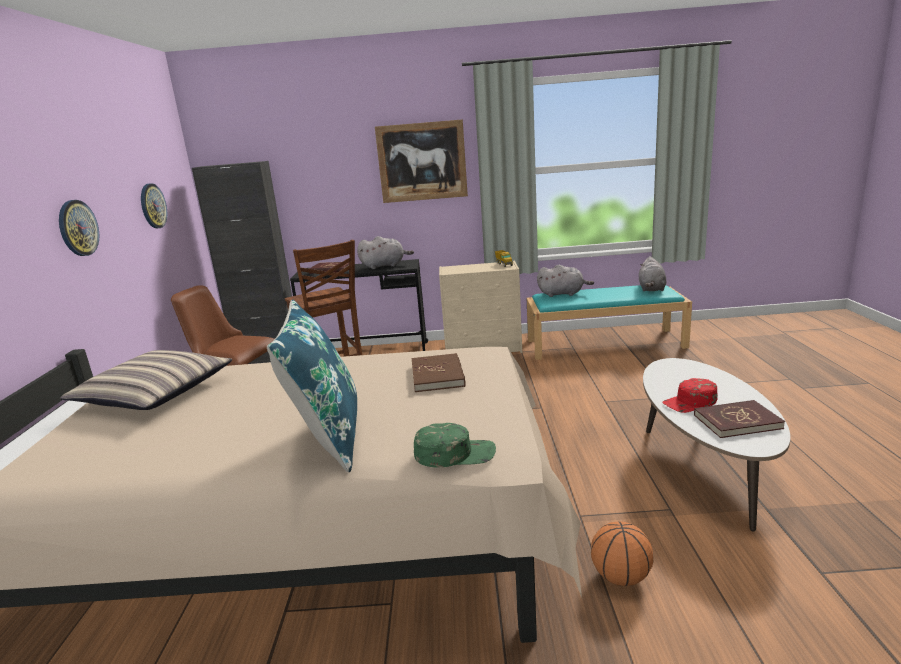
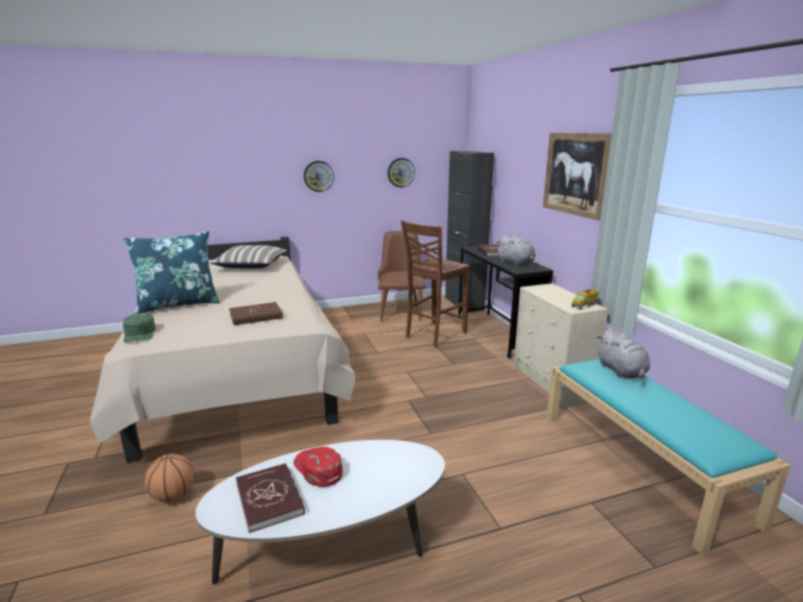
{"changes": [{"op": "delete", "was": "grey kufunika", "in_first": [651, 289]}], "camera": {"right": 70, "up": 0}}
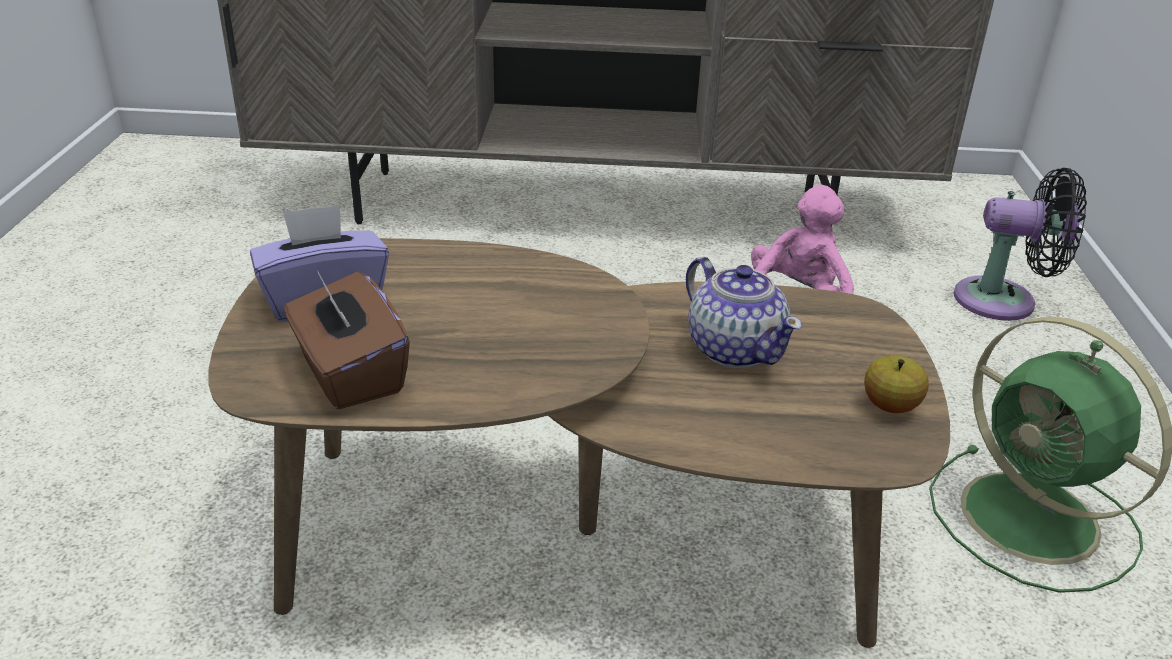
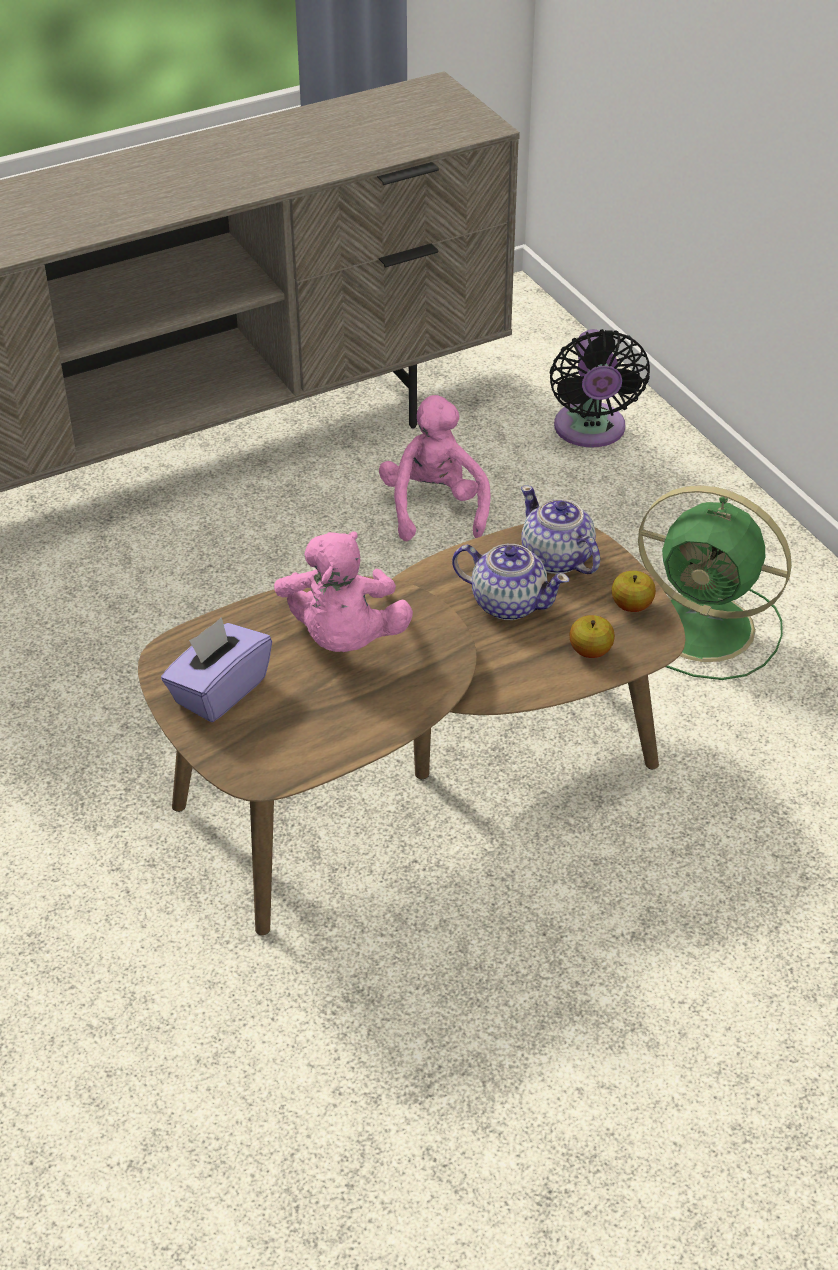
{"changes": [{"op": "delete", "was": "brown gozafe", "in_first": [349, 374]}, {"op": "rotate", "was": "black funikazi", "in_first": [1003, 301], "in_second": [590, 431], "clockwise": 105}, {"op": "insert", "now": "pink kufunika", "in_second": [343, 638]}, {"op": "insert", "now": "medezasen", "in_second": [556, 559]}, {"op": "insert", "now": "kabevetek", "in_second": [590, 651]}], "camera": {"right": -30, "up": 10}}
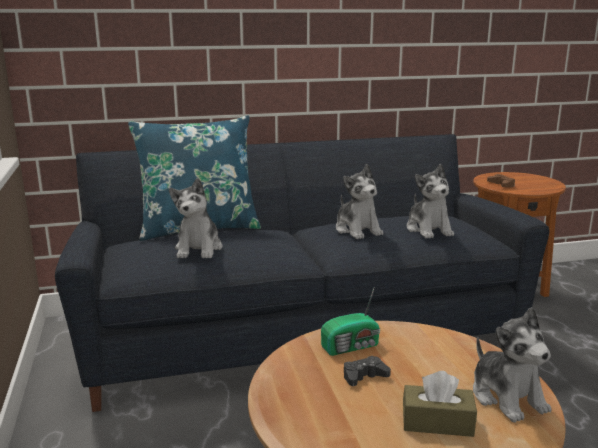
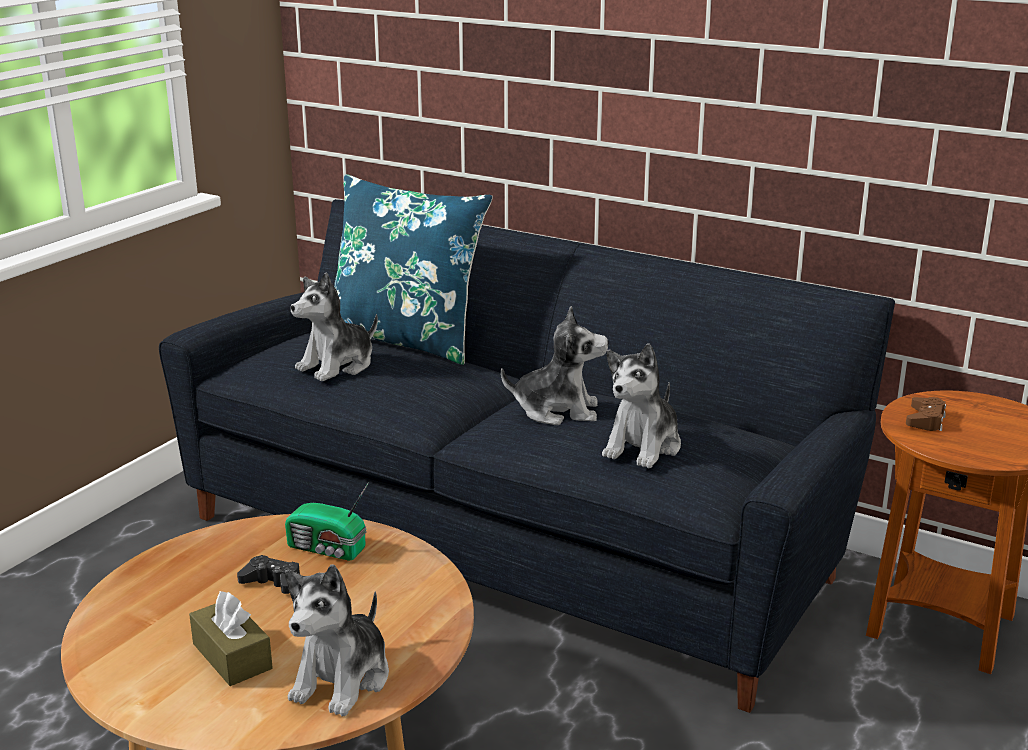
{"changes": [{"op": "rotate", "was": "kufunika", "in_first": [357, 230], "in_second": [557, 411], "clockwise": -105}], "camera": {"right": 45, "up": 5}}
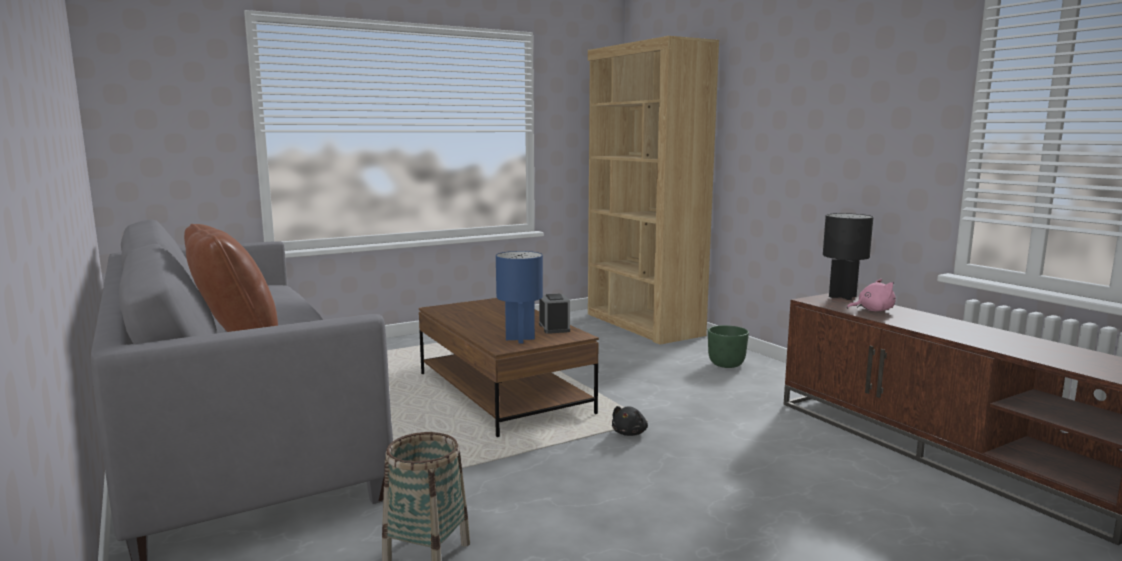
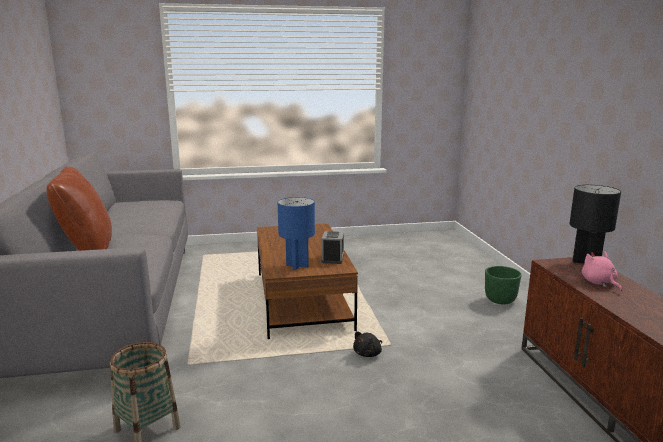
{"changes": [{"op": "delete", "was": "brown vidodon", "in_first": [643, 324]}, {"op": "rotate", "was": "pink kufunika", "in_first": [872, 310], "in_second": [599, 283], "clockwise": -120}], "camera": {"right": 20, "up": 5}}
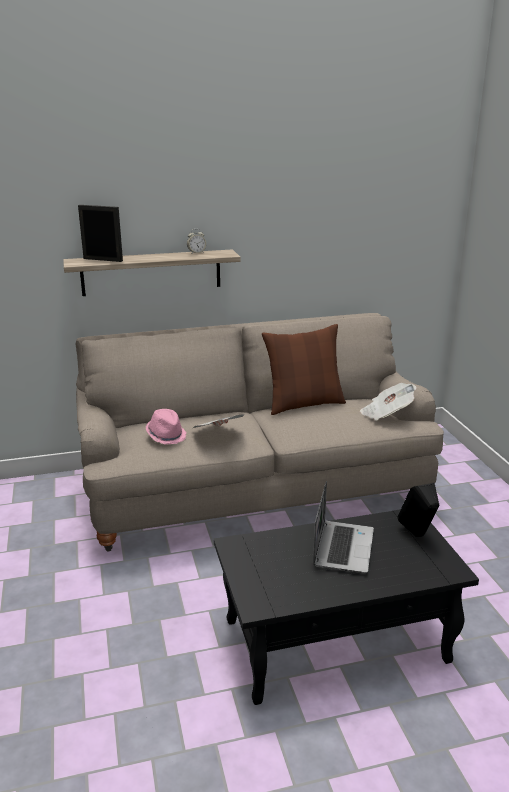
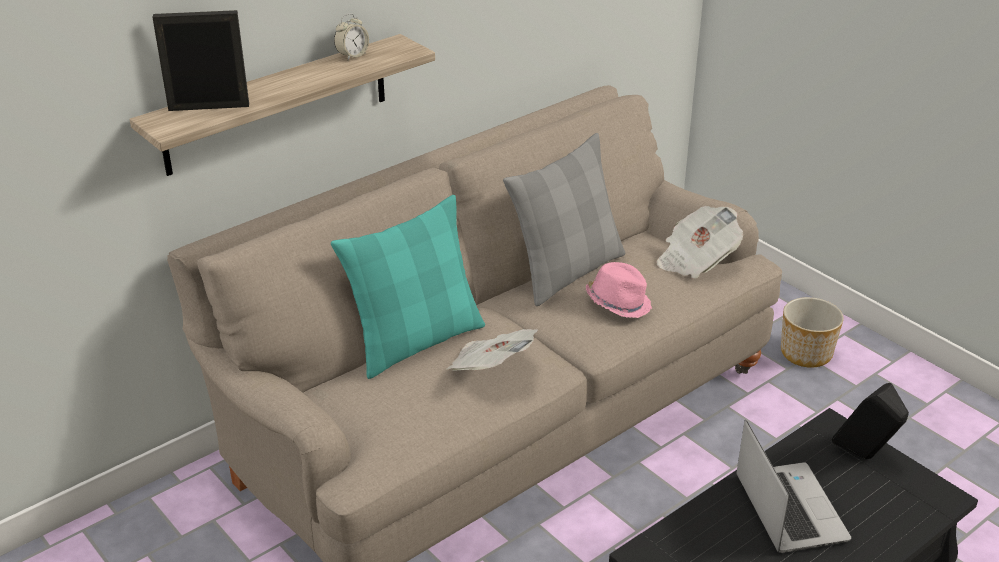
{"changes": [{"op": "move", "was": "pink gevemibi", "in_first": [166, 435], "in_second": [618, 302]}, {"op": "recolor", "was": "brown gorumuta", "now": "grey gorumuta", "in_first": [304, 404], "in_second": [567, 272]}, {"op": "insert", "now": "turquoise gorumuta", "in_second": [416, 341]}, {"op": "insert", "now": "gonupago", "in_second": [806, 353]}], "camera": {"right": -25, "up": 10}}
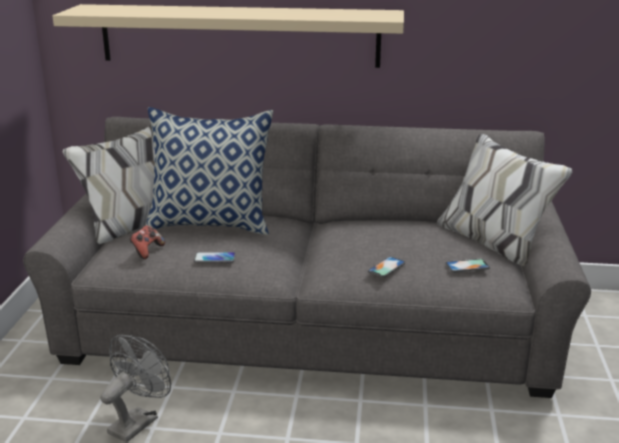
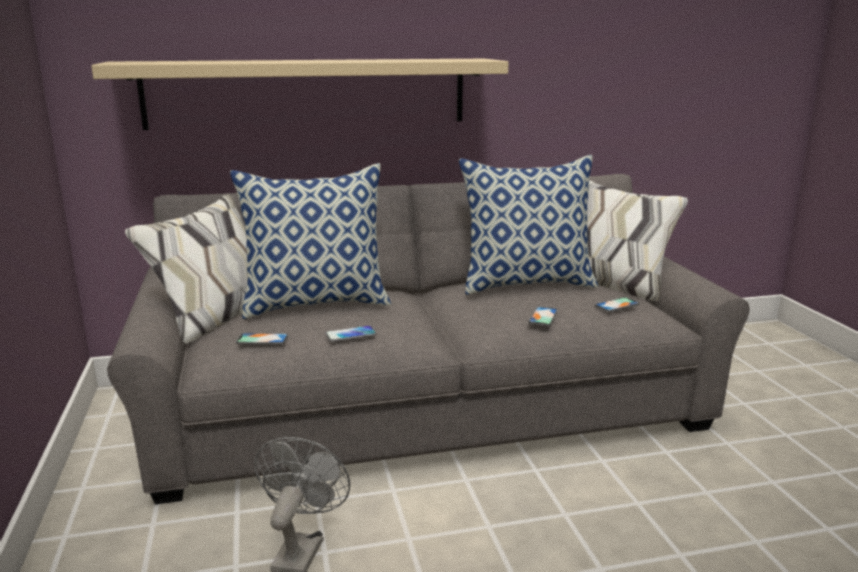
{"changes": [{"op": "replace", "was": "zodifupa", "now": "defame", "in_first": [147, 251], "in_second": [262, 339]}, {"op": "insert", "now": "gorumuta", "in_second": [527, 284]}], "camera": {"right": -20, "up": -5}}
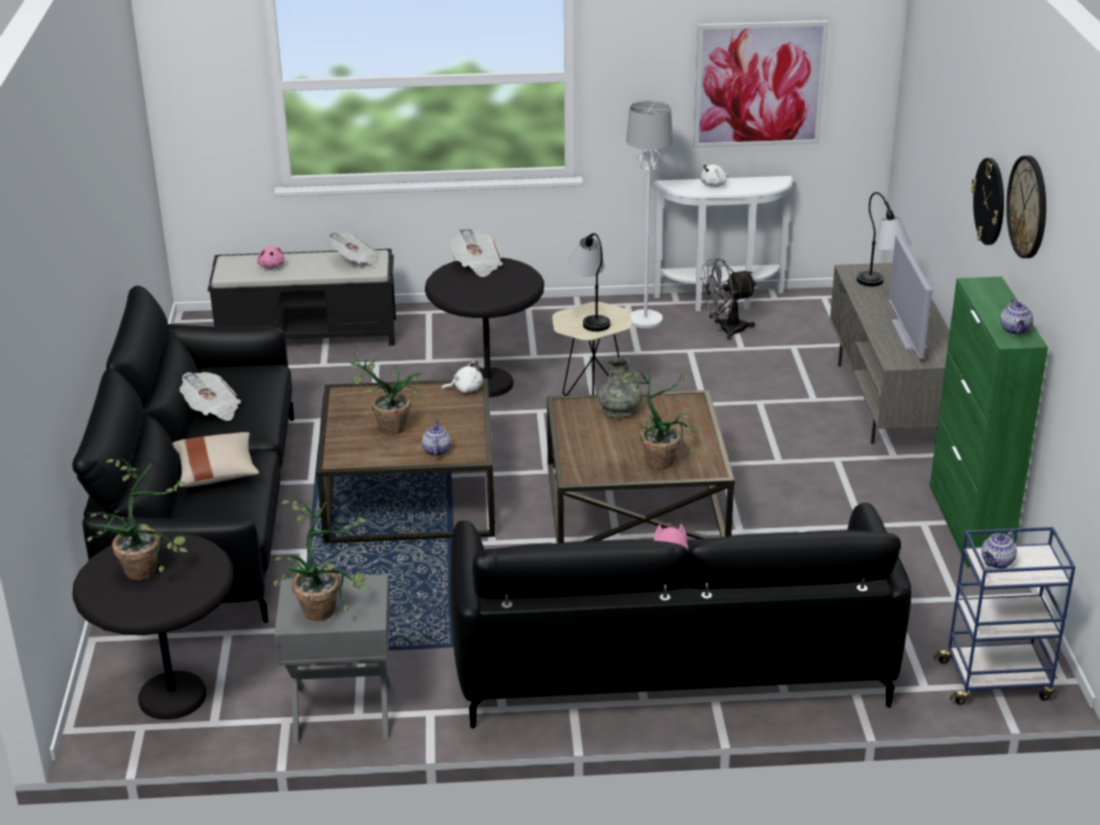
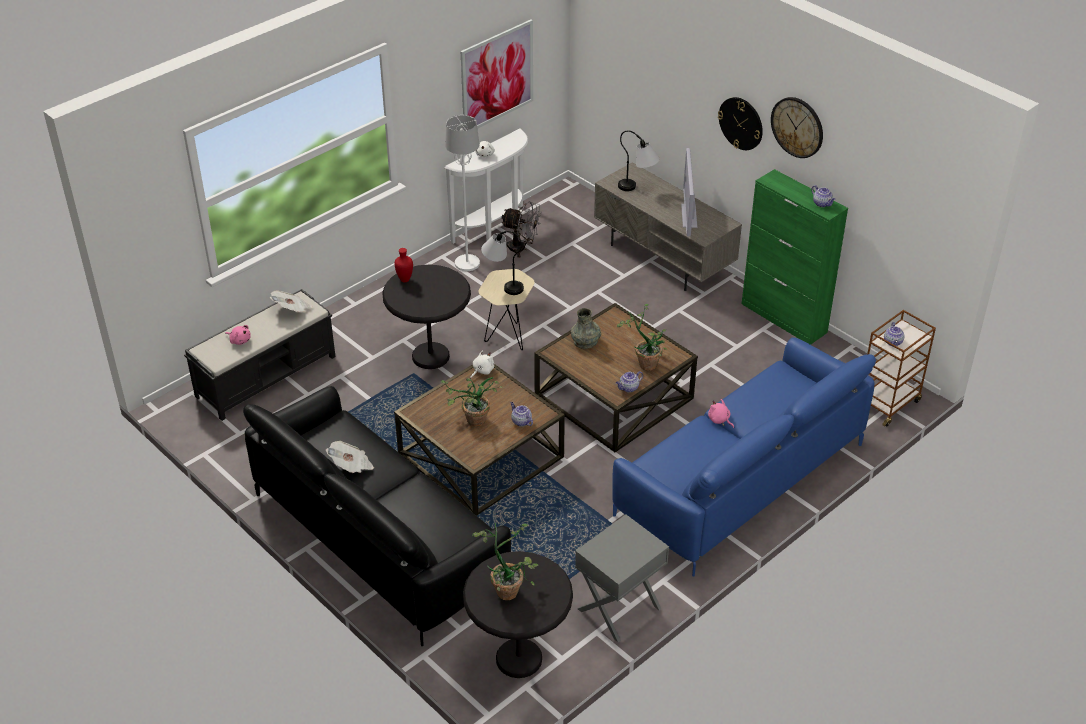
{"changes": [{"op": "delete", "was": "beige gorumuta", "in_first": [217, 472]}, {"op": "delete", "was": "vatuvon", "in_first": [325, 607]}, {"op": "replace", "was": "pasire", "now": "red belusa", "in_first": [477, 265], "in_second": [405, 280]}, {"op": "recolor", "was": "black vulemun", "now": "blue vulemun", "in_first": [670, 661], "in_second": [740, 480]}, {"op": "rotate", "was": "grey funikazi", "in_first": [725, 330], "in_second": [521, 249], "clockwise": -105}, {"op": "rotate", "was": "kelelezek", "in_first": [909, 334], "in_second": [689, 215], "clockwise": 45}, {"op": "recolor", "was": "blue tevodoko", "now": "brown tevodoko", "in_first": [996, 680], "in_second": [887, 403]}, {"op": "insert", "now": "medezasen", "in_second": [628, 388]}], "camera": {"right": -40, "up": 10}}
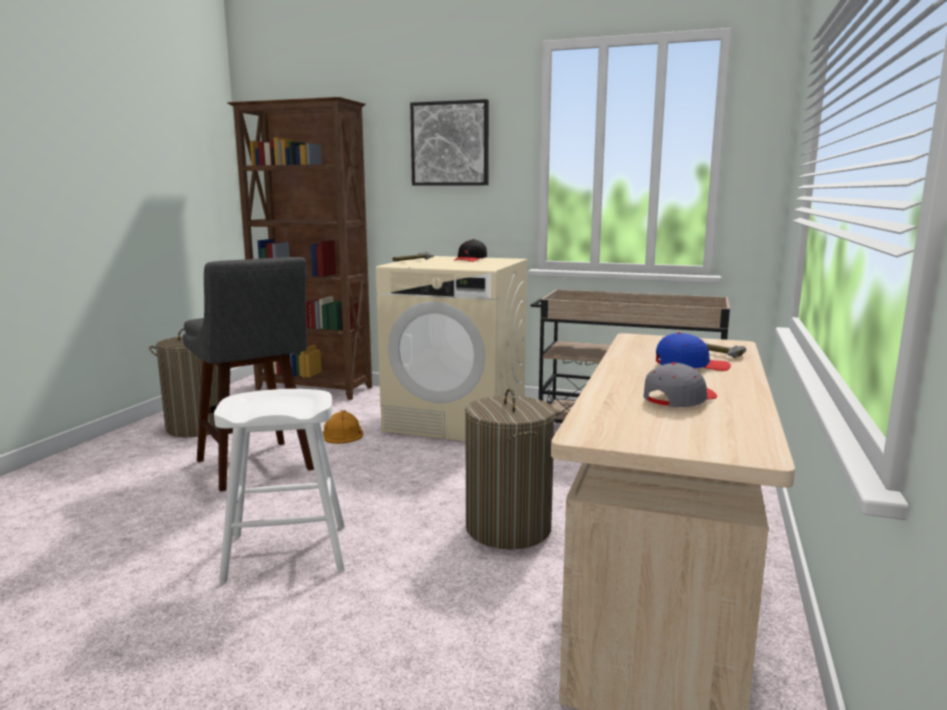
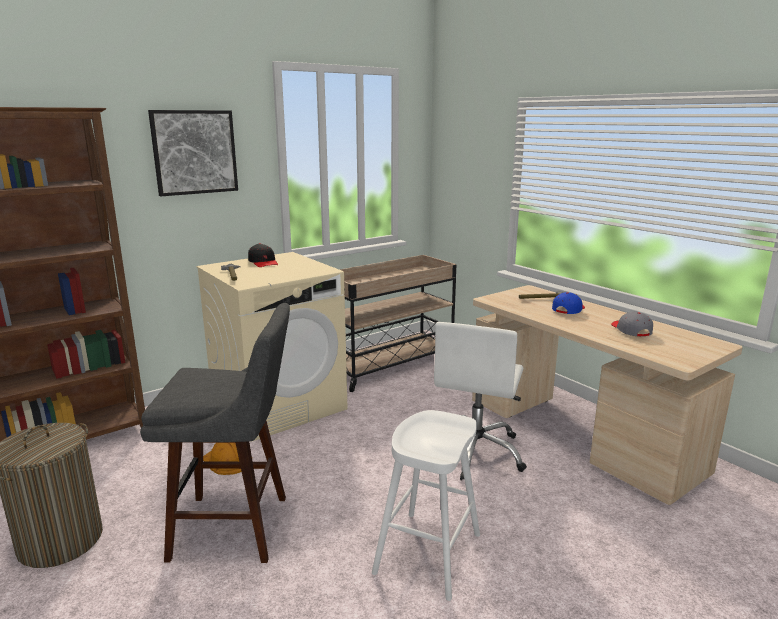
{"changes": [{"op": "replace", "was": "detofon", "now": "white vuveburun", "in_first": [508, 528], "in_second": [476, 452]}], "camera": {"right": -55, "up": 5}}
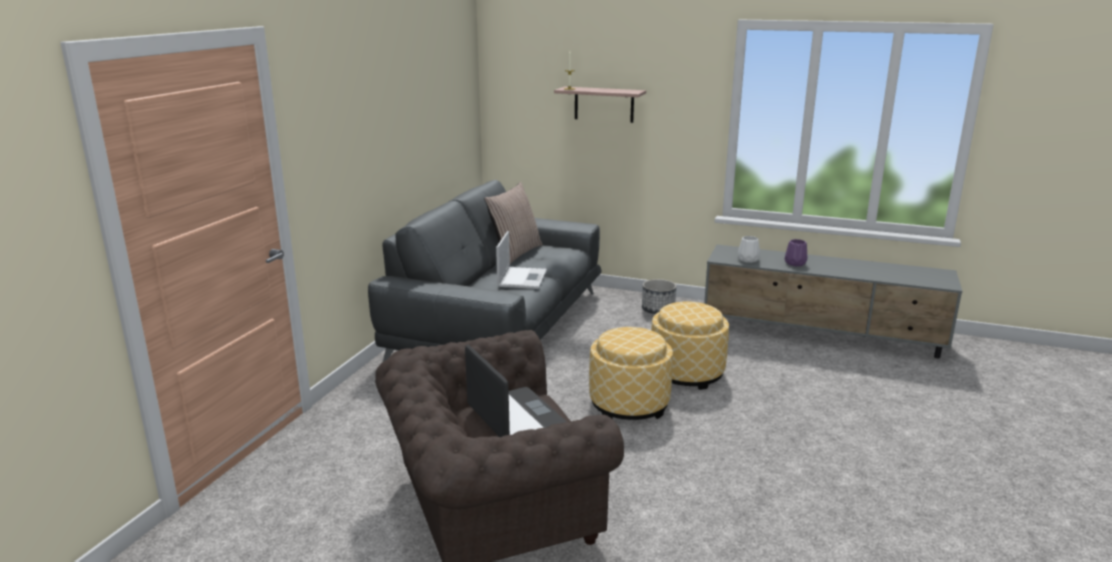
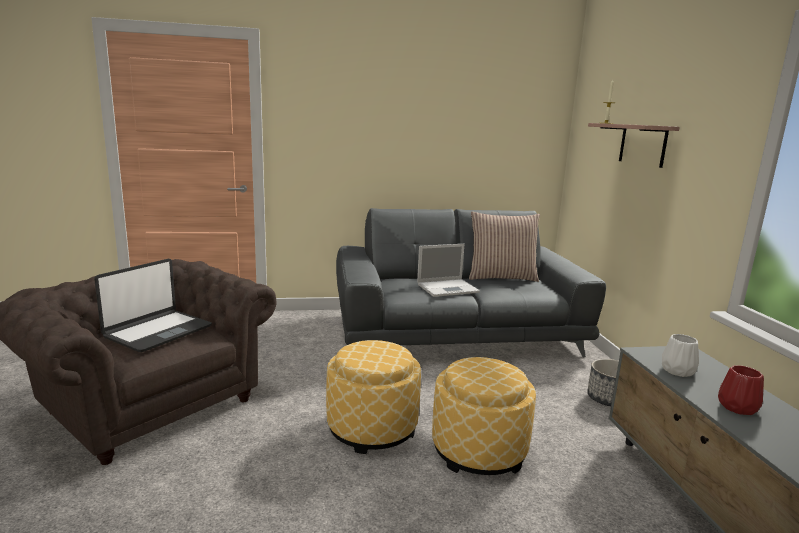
{"changes": [{"op": "recolor", "was": "purple belusa", "now": "red belusa", "in_first": [794, 263], "in_second": [736, 407]}], "camera": {"right": 60, "up": -5}}
